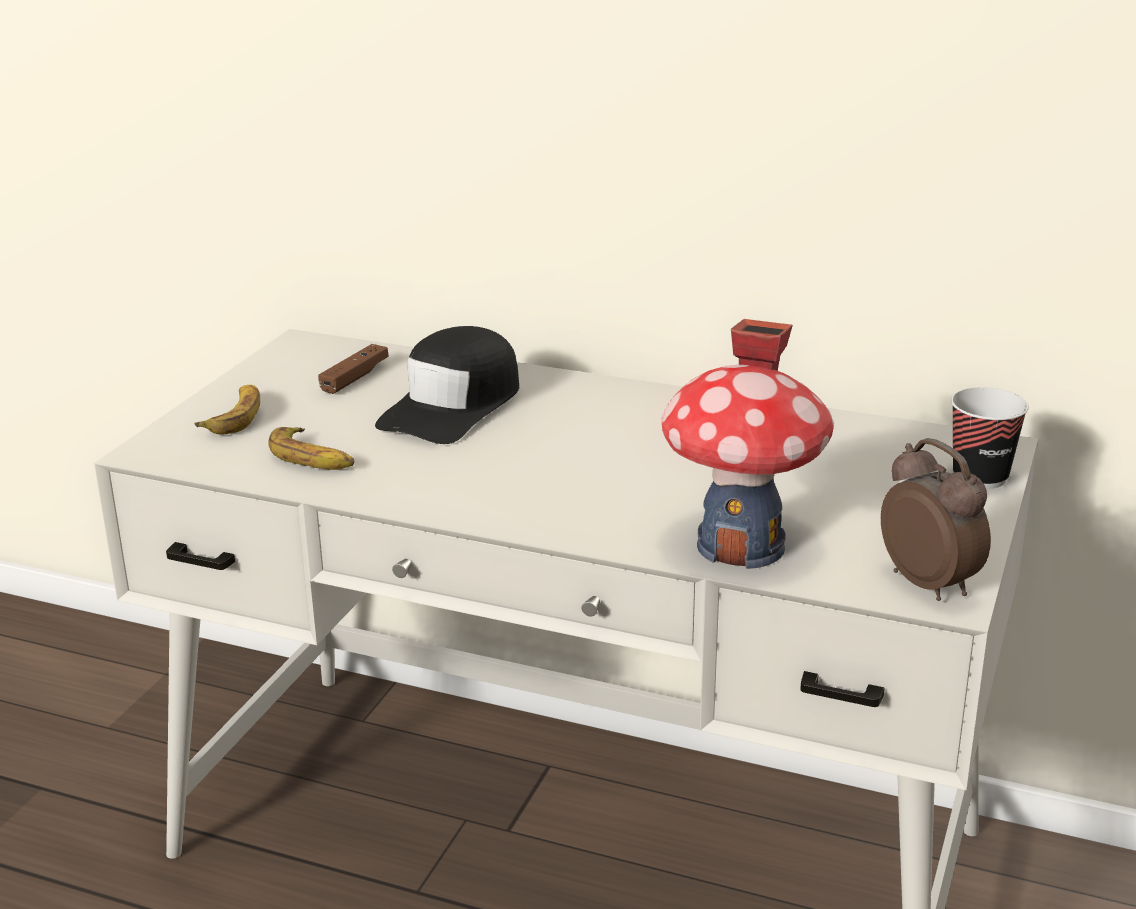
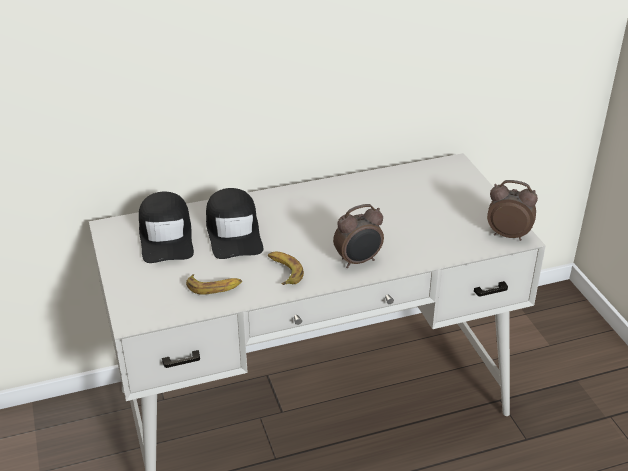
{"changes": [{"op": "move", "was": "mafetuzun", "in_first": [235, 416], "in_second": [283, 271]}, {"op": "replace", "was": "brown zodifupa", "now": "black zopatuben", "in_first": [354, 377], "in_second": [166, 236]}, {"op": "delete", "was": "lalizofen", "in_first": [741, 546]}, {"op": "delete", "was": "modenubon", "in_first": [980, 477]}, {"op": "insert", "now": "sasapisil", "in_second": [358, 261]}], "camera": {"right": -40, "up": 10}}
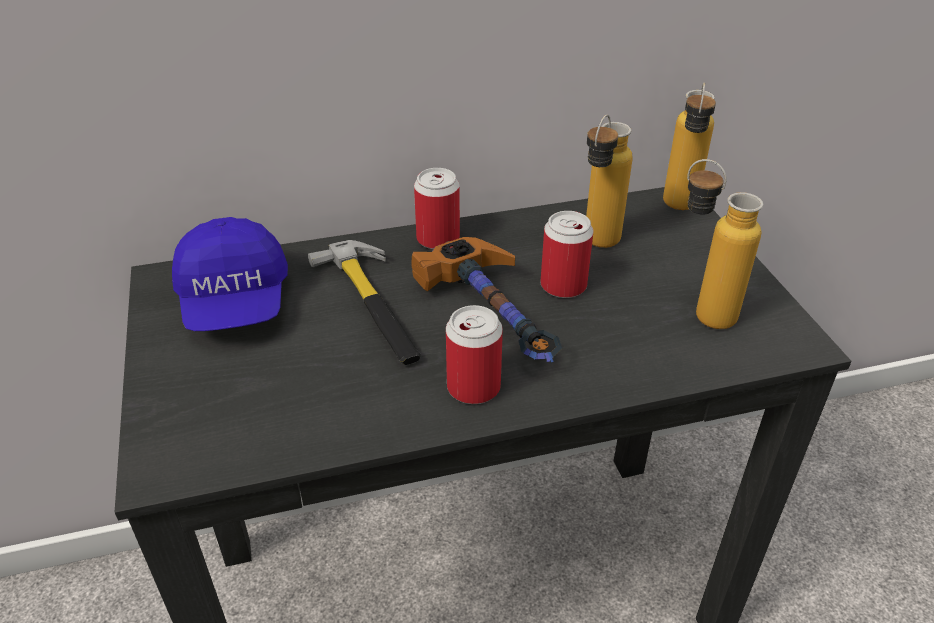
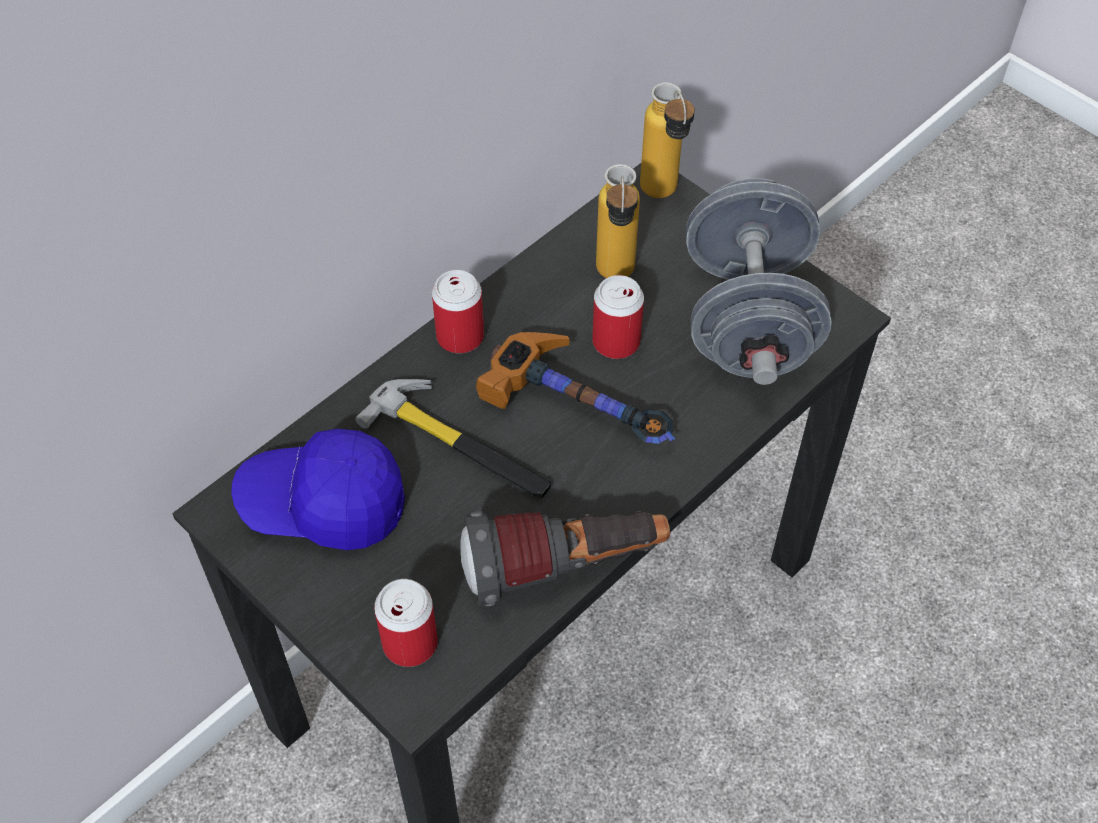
{"changes": [{"op": "rotate", "was": "blue zopatuben", "in_first": [235, 302], "in_second": [324, 504], "clockwise": 135}, {"op": "move", "was": "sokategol", "in_first": [473, 387], "in_second": [410, 643]}, {"op": "replace", "was": "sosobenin", "now": "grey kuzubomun", "in_first": [699, 312], "in_second": [748, 319]}, {"op": "insert", "now": "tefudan", "in_second": [565, 568]}], "camera": {"right": -30, "up": 15}}
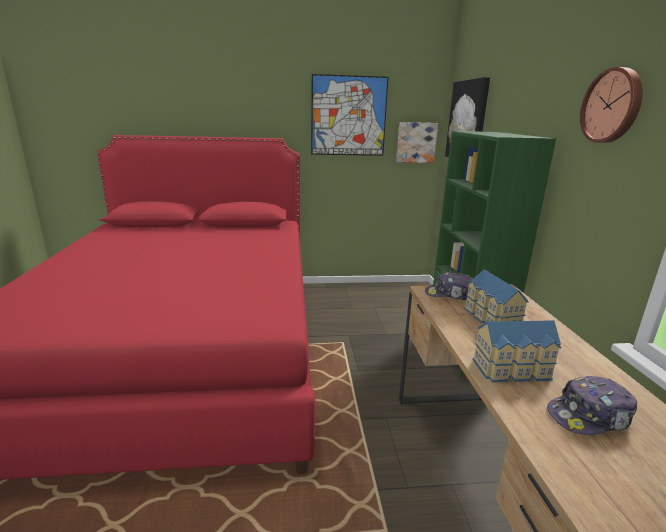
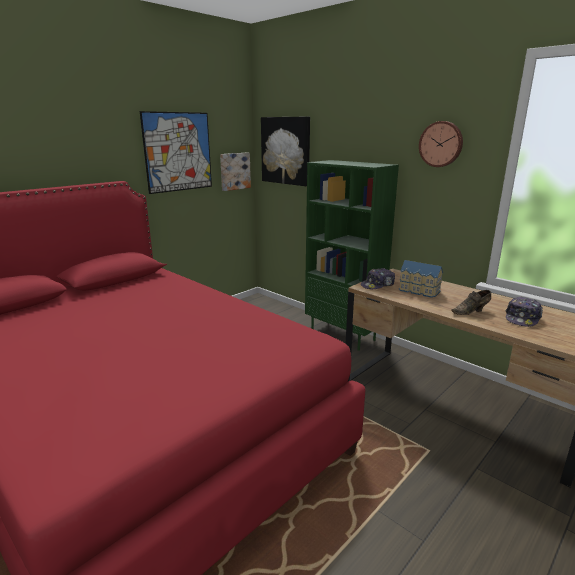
{"changes": [{"op": "replace", "was": "lalizofen", "now": "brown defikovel", "in_first": [513, 370], "in_second": [471, 312]}], "camera": {"right": -40, "up": 0}}
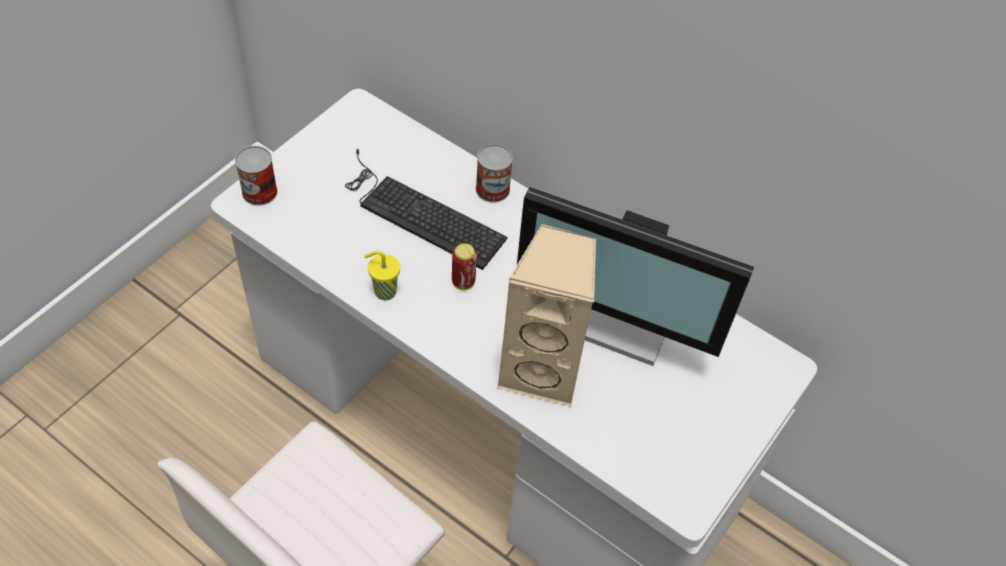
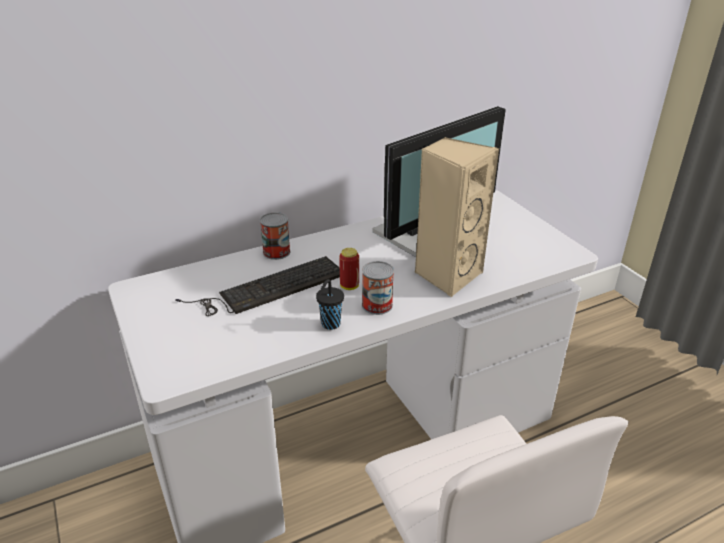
{"changes": [{"op": "move", "was": "sokategol", "in_first": [259, 192], "in_second": [377, 305]}, {"op": "recolor", "was": "yellow modenubon", "now": "black modenubon", "in_first": [383, 291], "in_second": [330, 325]}], "camera": {"right": -60, "up": -20}}
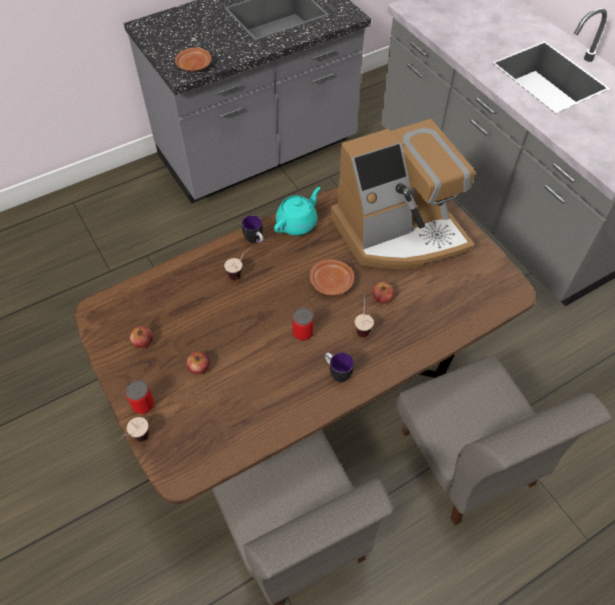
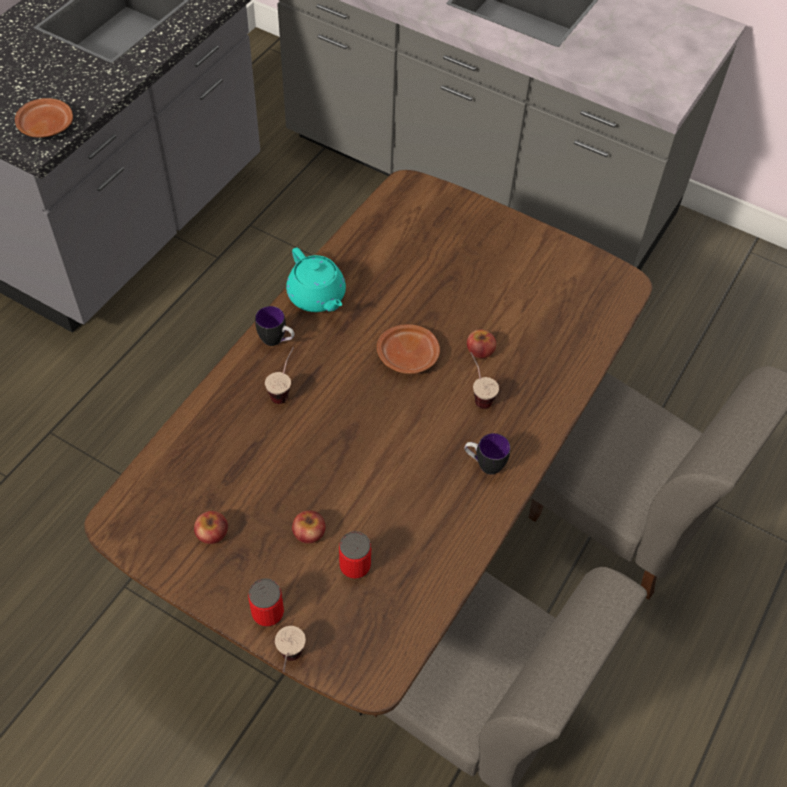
{"changes": [{"op": "rotate", "was": "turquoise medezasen", "in_first": [297, 223], "in_second": [317, 297], "clockwise": 135}, {"op": "move", "was": "sokategol", "in_first": [303, 333], "in_second": [355, 566]}, {"op": "delete", "was": "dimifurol", "in_first": [399, 232]}], "camera": {"right": -30, "up": 0}}
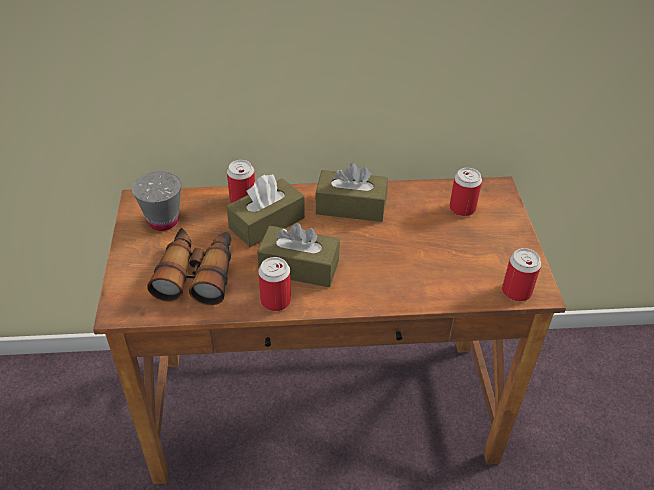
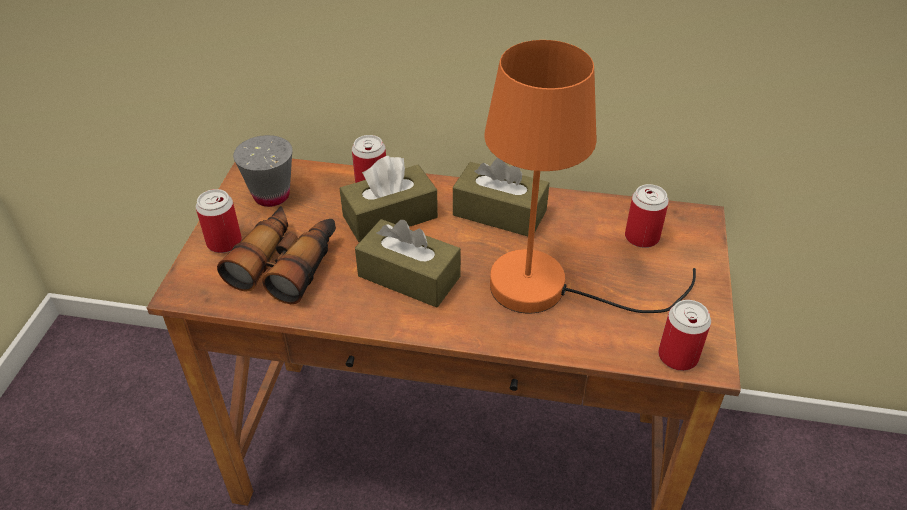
{"changes": [{"op": "move", "was": "sokategol", "in_first": [275, 301], "in_second": [224, 242]}, {"op": "insert", "now": "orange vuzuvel", "in_second": [551, 288]}], "camera": {"right": 15, "up": 0}}
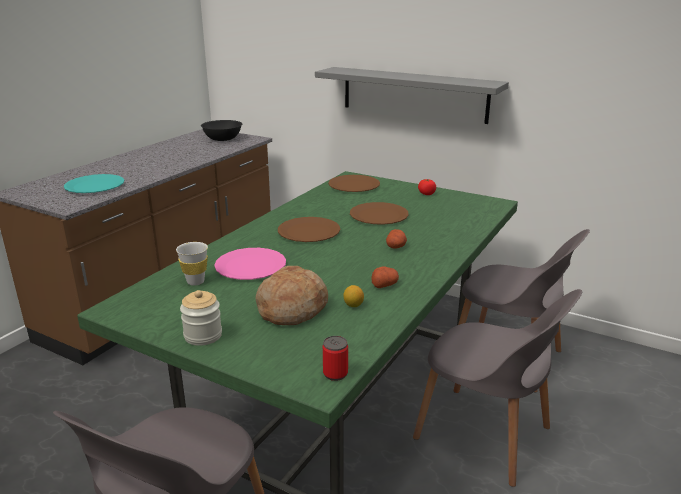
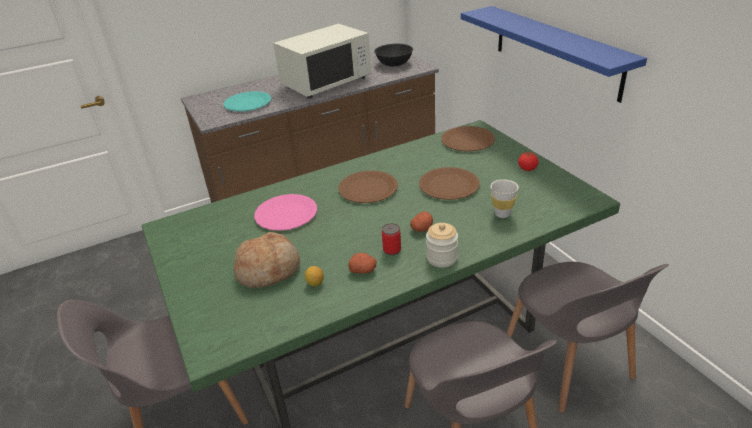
{"changes": [{"op": "move", "was": "white modenubon", "in_first": [195, 282], "in_second": [502, 214]}, {"op": "move", "was": "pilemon", "in_first": [203, 335], "in_second": [442, 258]}, {"op": "recolor", "was": "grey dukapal", "now": "blue dukapal", "in_first": [413, 94], "in_second": [556, 51]}, {"op": "move", "was": "sokategol", "in_first": [335, 373], "in_second": [392, 250]}, {"op": "insert", "now": "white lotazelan", "in_second": [326, 82]}], "camera": {"right": 35, "up": 10}}
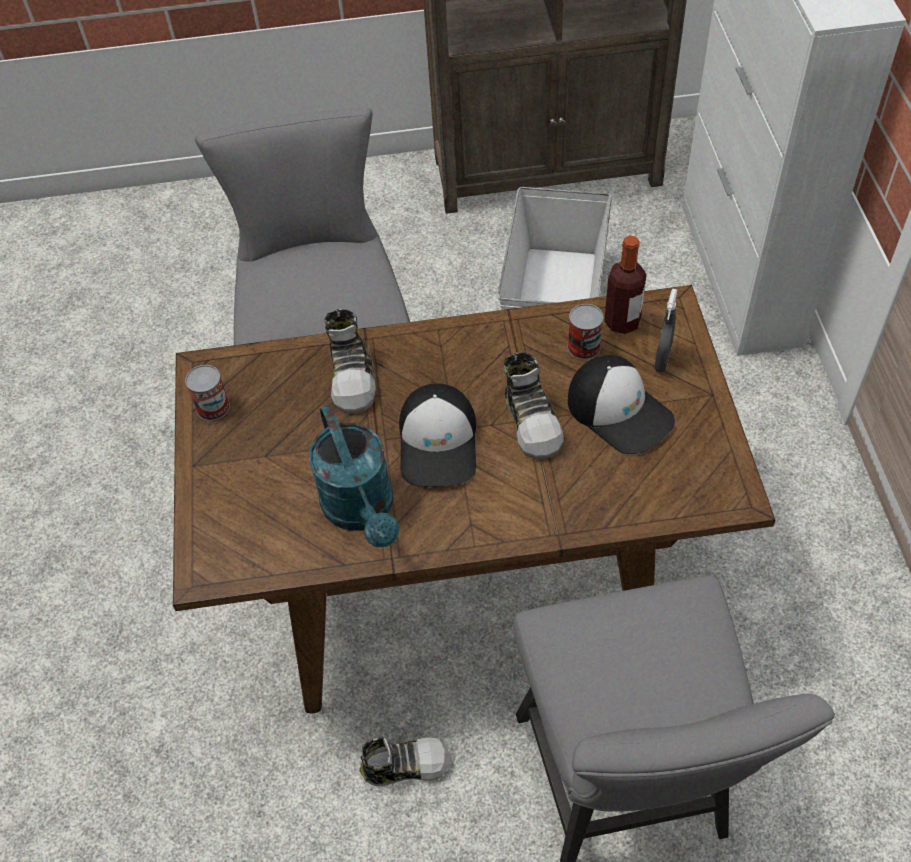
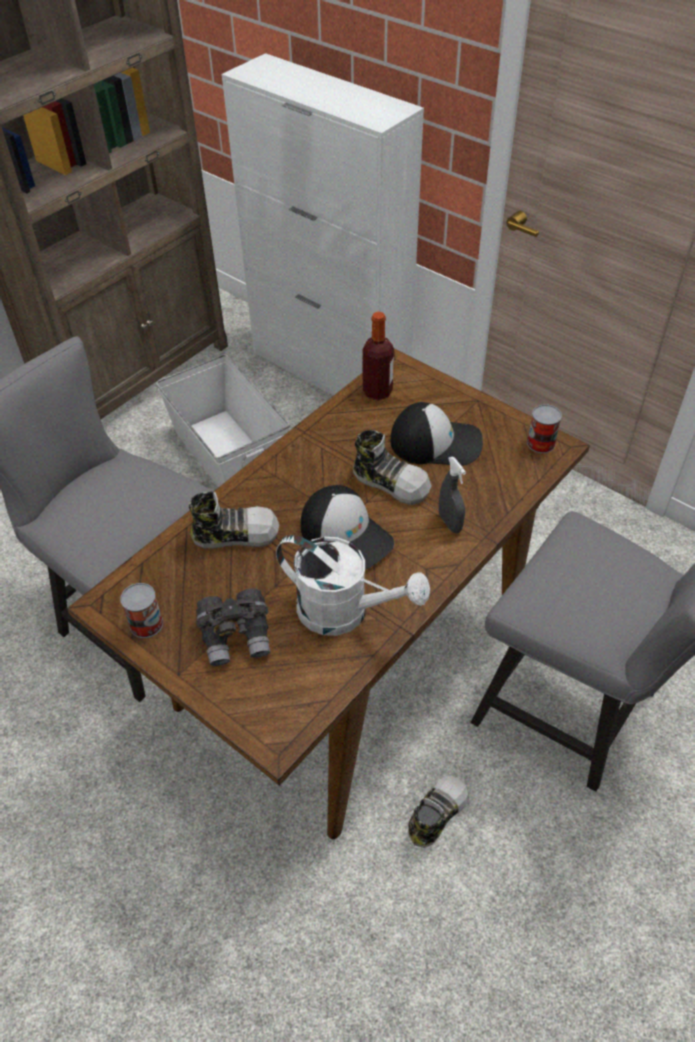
{"changes": [{"op": "recolor", "was": "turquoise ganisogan", "now": "white ganisogan", "in_first": [362, 511], "in_second": [345, 612]}, {"op": "rotate", "was": "defikovel", "in_first": [353, 377], "in_second": [235, 533], "clockwise": -45}, {"op": "move", "was": "sokategol", "in_first": [584, 347], "in_second": [541, 443]}, {"op": "move", "was": "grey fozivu", "in_first": [662, 360], "in_second": [450, 523]}, {"op": "insert", "now": "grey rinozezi", "in_second": [237, 636]}], "camera": {"right": -45, "up": -5}}
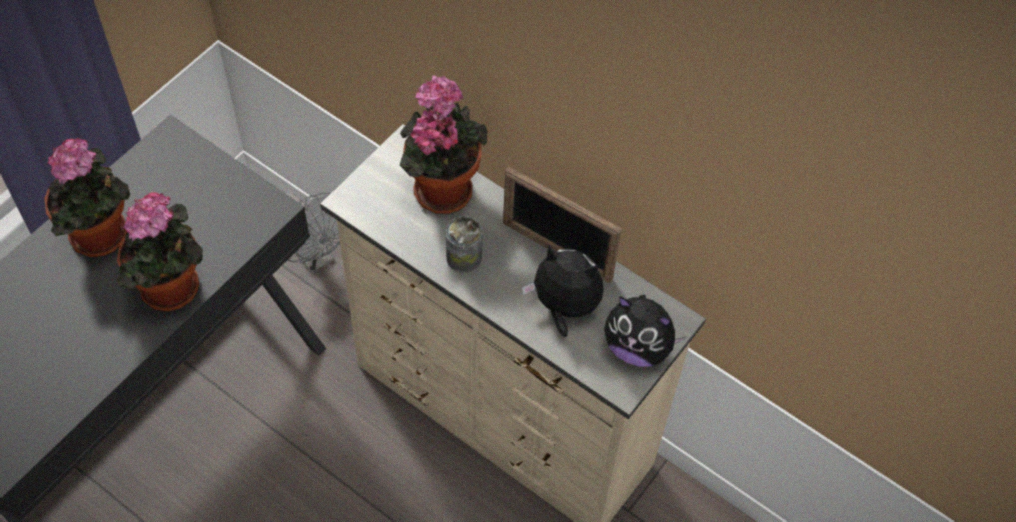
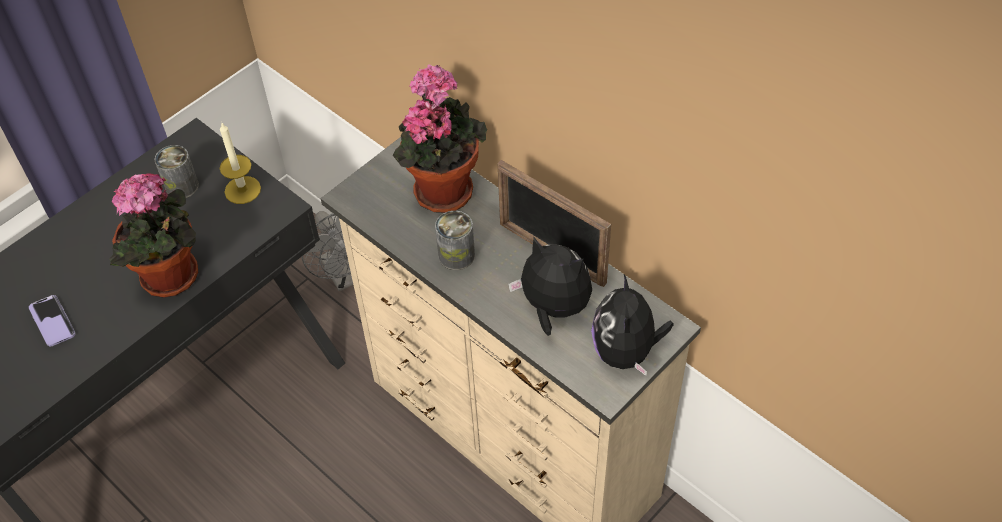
{"changes": [{"op": "delete", "was": "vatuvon", "in_first": [103, 237]}, {"op": "rotate", "was": "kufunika", "in_first": [637, 347], "in_second": [626, 352], "clockwise": 60}, {"op": "insert", "now": "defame", "in_second": [52, 322]}, {"op": "insert", "now": "sokategol", "in_second": [182, 186]}, {"op": "insert", "now": "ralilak", "in_second": [242, 190]}], "camera": {"right": 10, "up": -5}}
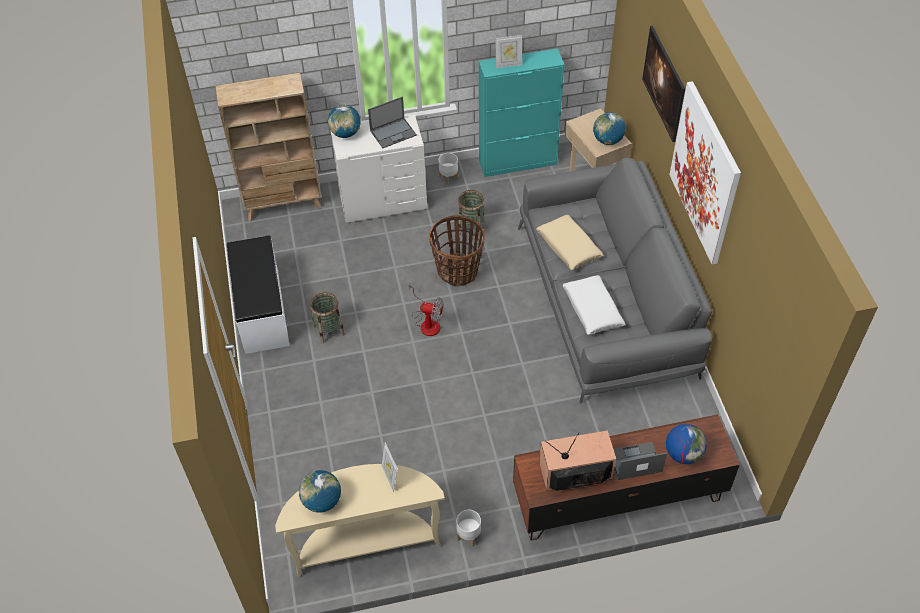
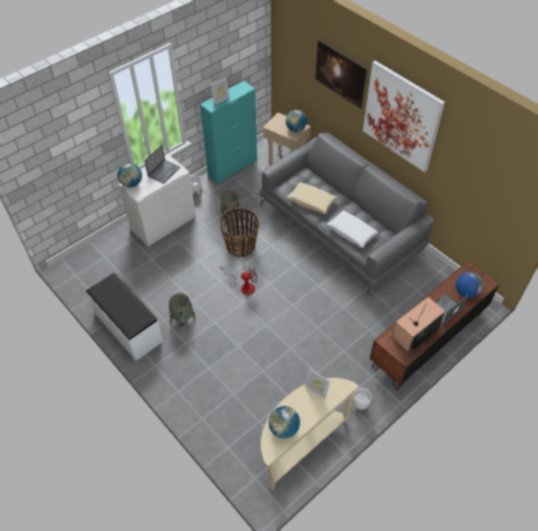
{"changes": [{"op": "delete", "was": "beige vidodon", "in_first": [284, 204]}], "camera": {"right": -30, "up": 0}}
